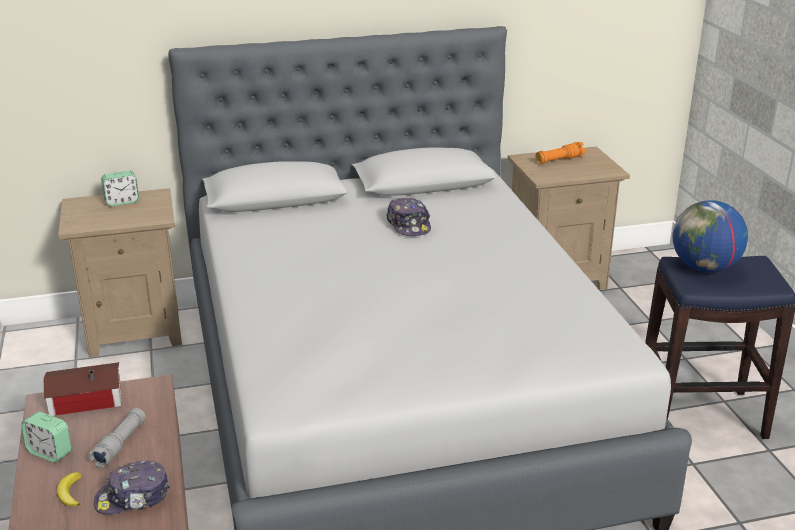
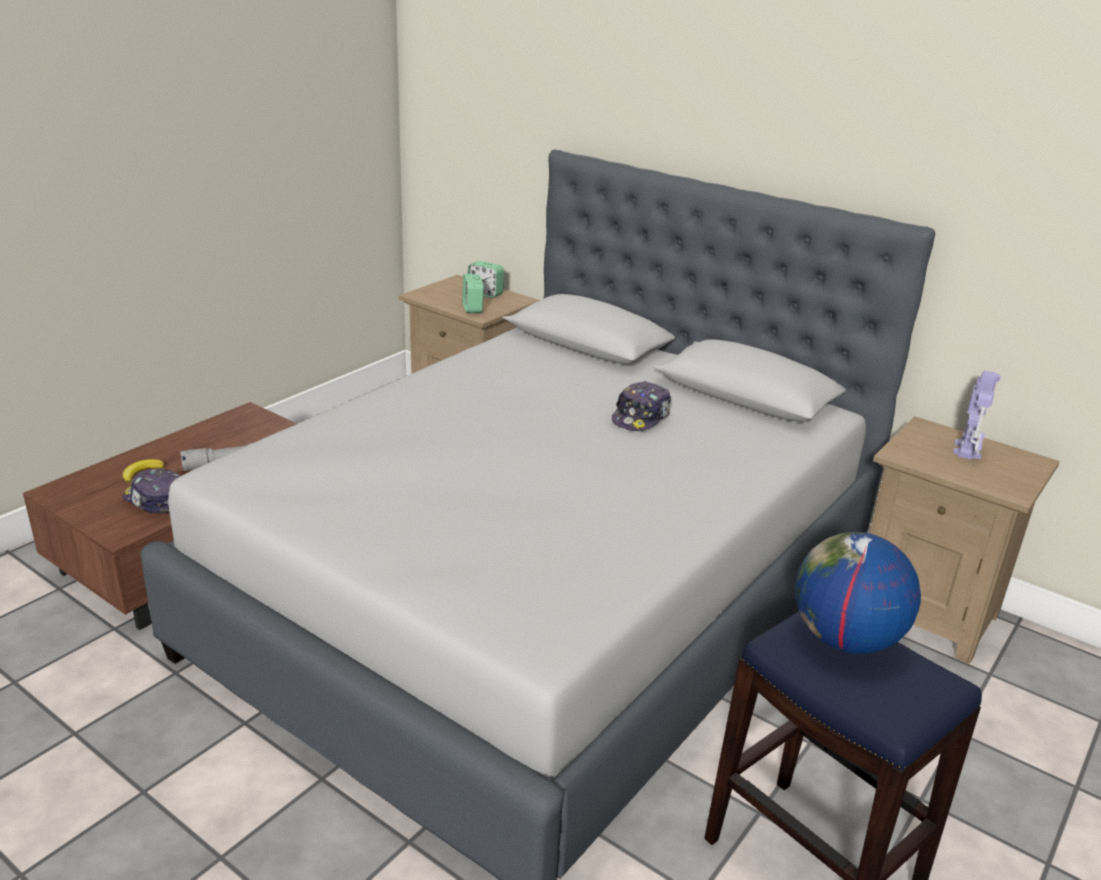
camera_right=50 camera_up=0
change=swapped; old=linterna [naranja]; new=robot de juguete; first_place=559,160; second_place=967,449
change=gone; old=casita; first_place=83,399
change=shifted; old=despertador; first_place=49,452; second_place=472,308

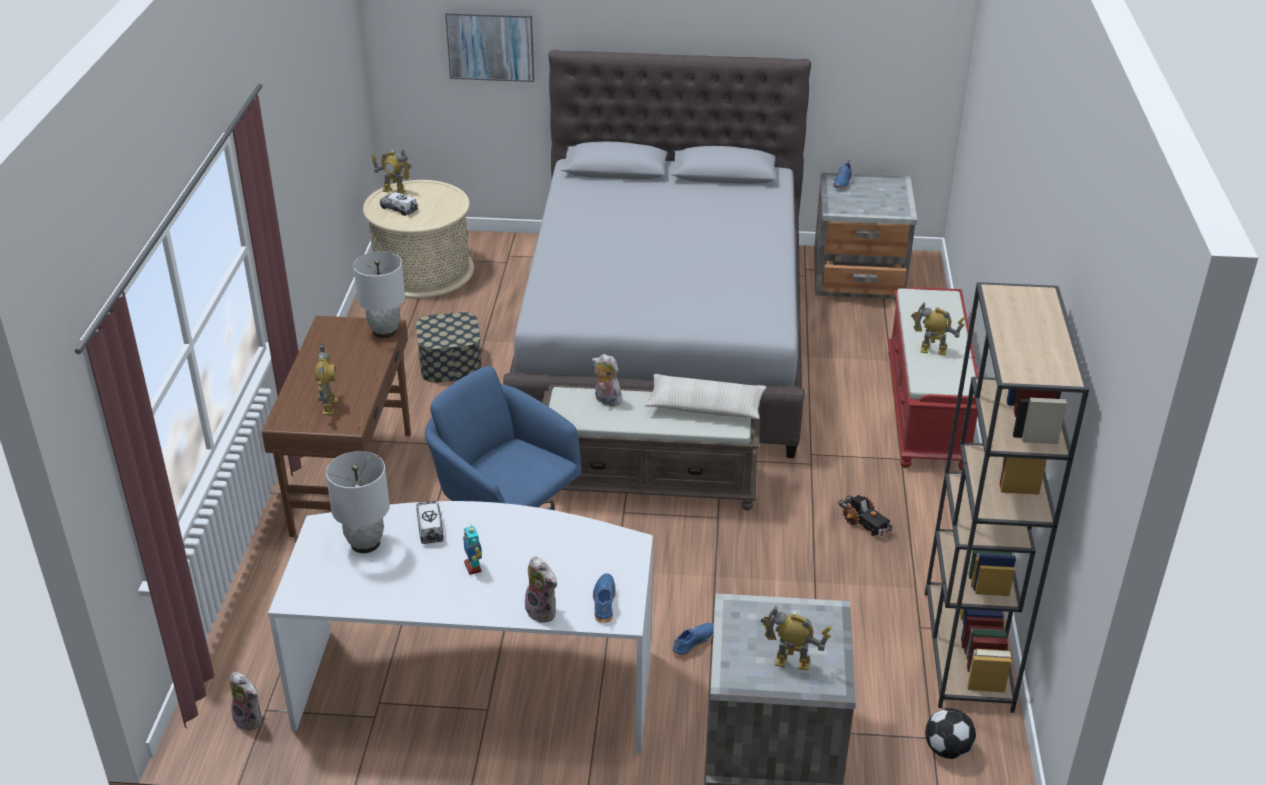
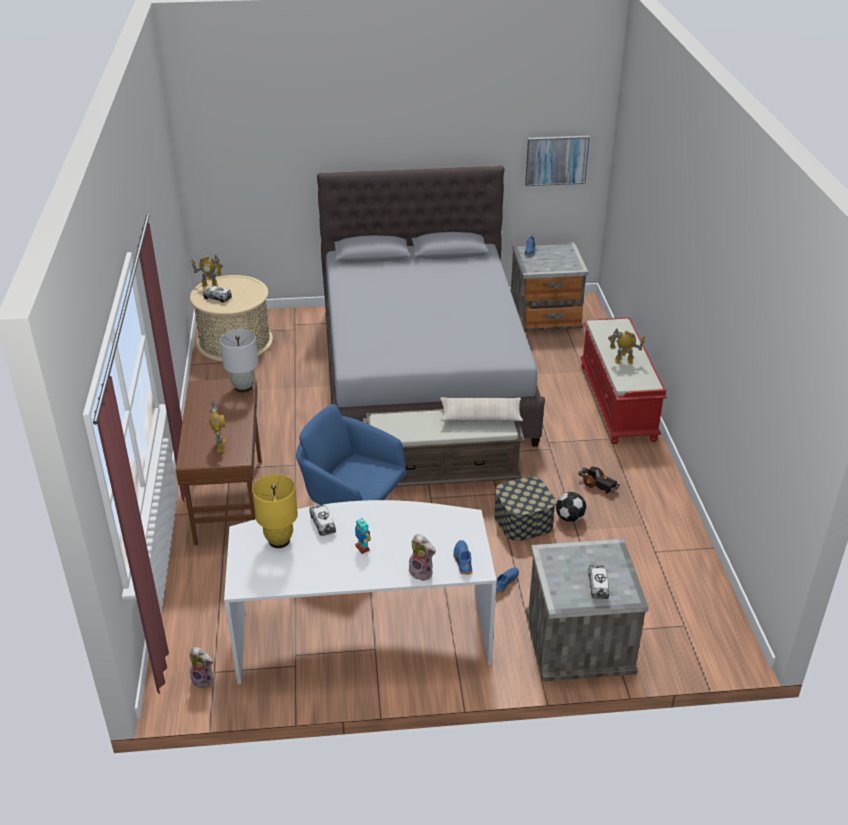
camera_right=-10 camera_up=0
change=shifted; old=cuadro; first_place=490,45; second_place=556,160
change=gone; old=estantería; first_place=968,651
change=shifted; old=caja de almacenaje; first_place=450,363; second_place=523,521
change=gone; old=peluche; first_place=606,400
change=repainted; old=lámpara de mesa [blanco]; new=lámpara de mesa [amarillo]; first_place=365,543; second_place=279,541
change=swapped; old=robot de juguete; new=camión de juguete; first_place=792,663; second_place=598,585
change=shifted; old=balón de fútbol; first_place=946,749; second_place=569,517

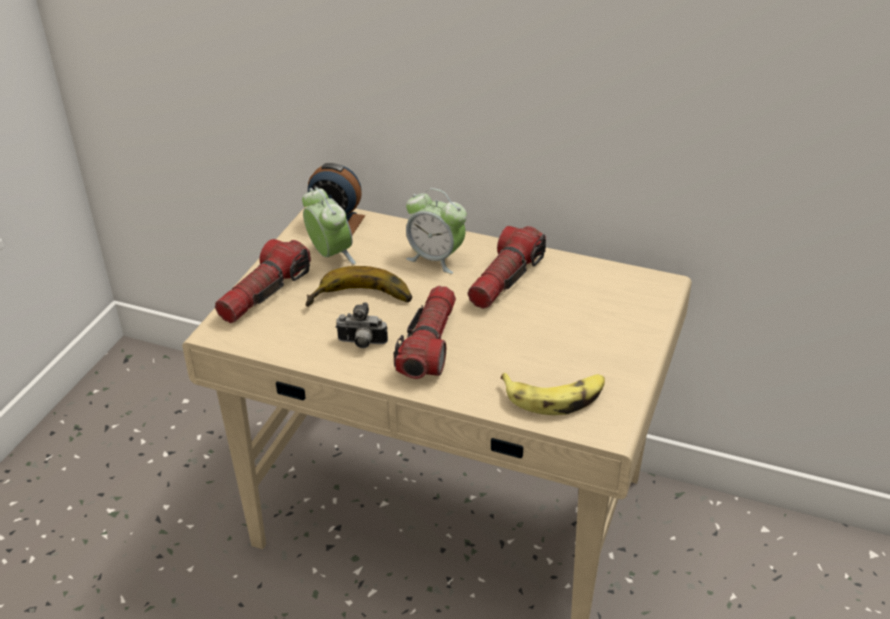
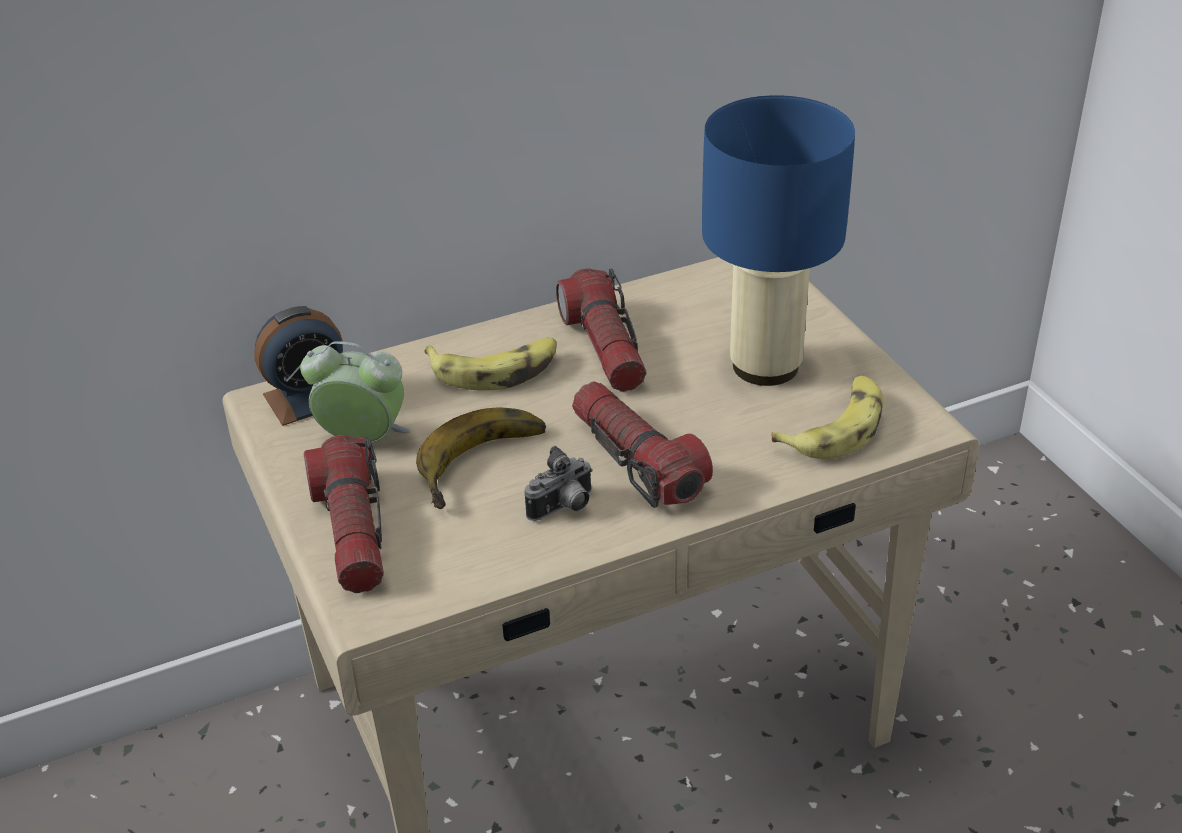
camera_right=-45 camera_up=0
change=swapped; old=despertador; new=plátano; first_place=436,258; second_place=495,370
change=new; new=lámpara de mesa [azul]; second_place=763,366

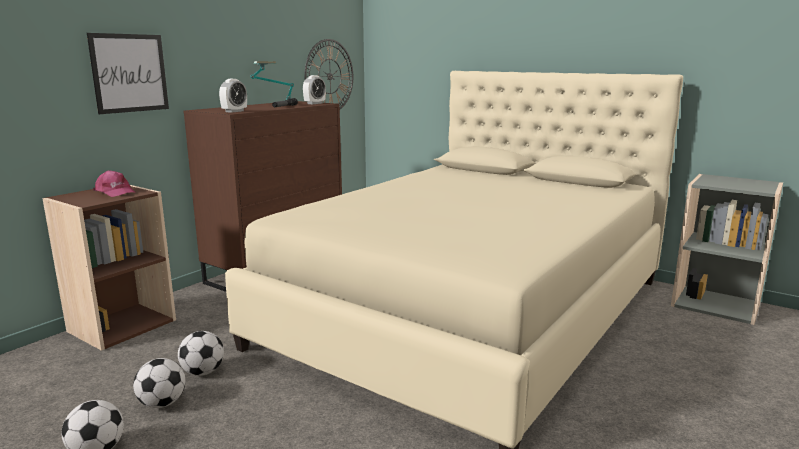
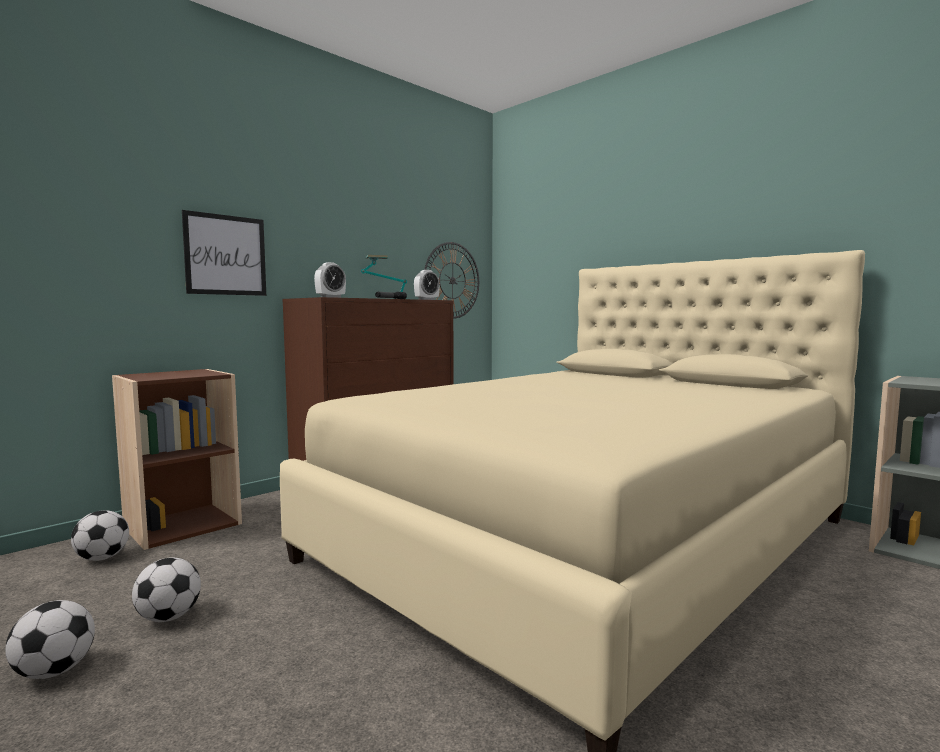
camera_right=10 camera_up=-10
change=gone; old=gorra [rosa]; first_place=115,192
change=shifted; old=balón de fútbol; first_place=203,372; second_place=102,558

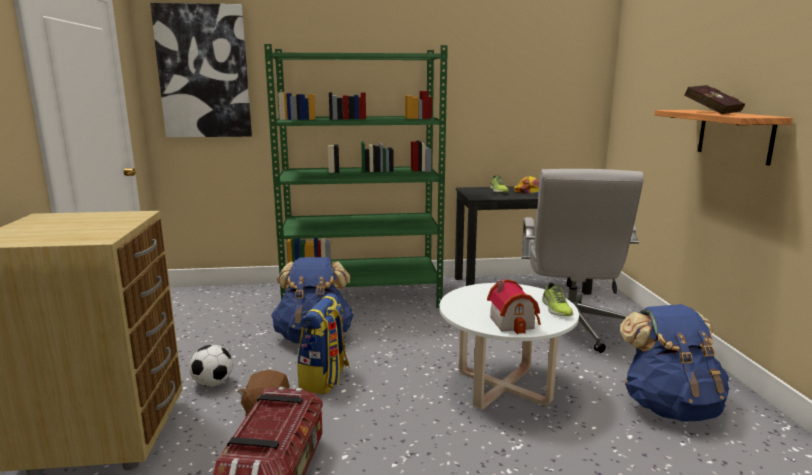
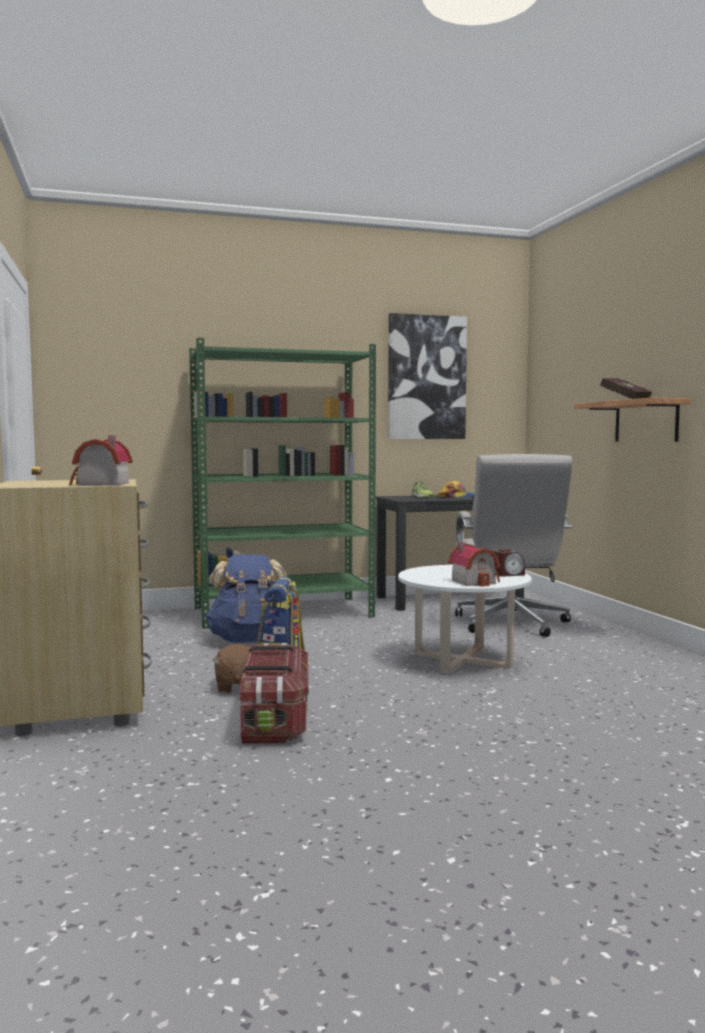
camera_right=-10 camera_up=-10
change=shifted; old=cuadro; first_place=204,72; second_place=426,377
change=swapped; old=zapato; new=despertador; first_place=555,308; second_place=508,574
change=gone; old=mochila [azul]; first_place=669,406
change=gone; old=balón de fútbol; first_place=213,383
change=new; new=casita; second_place=100,484

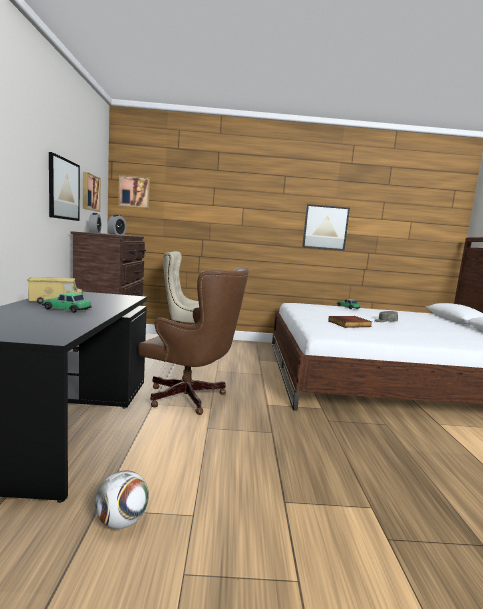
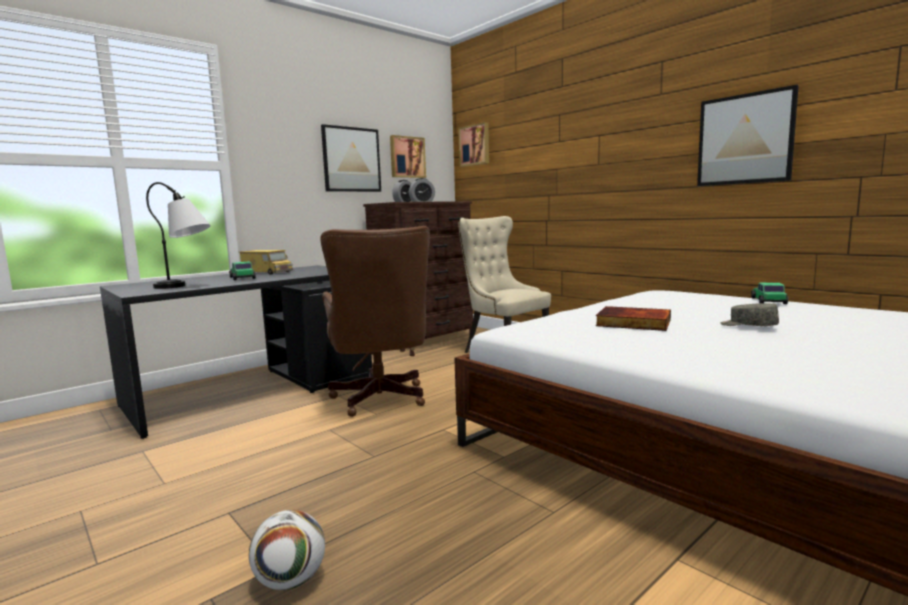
camera_right=50 camera_up=0
change=shifted; old=balón de fútbol; first_place=122,521; second_place=290,581
change=new; new=lámpara de mesa; second_place=185,287

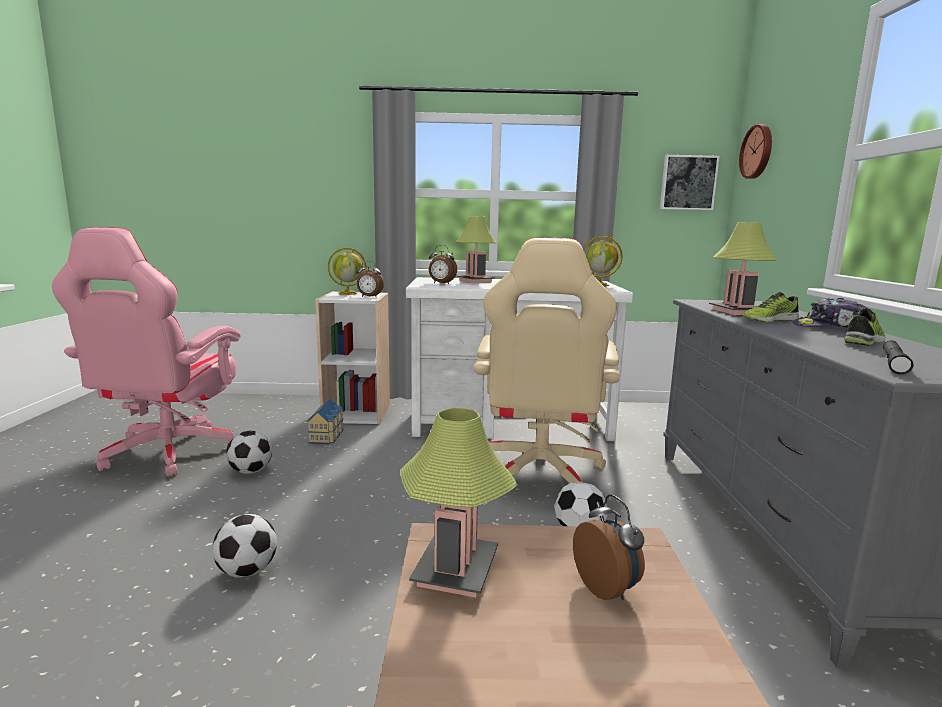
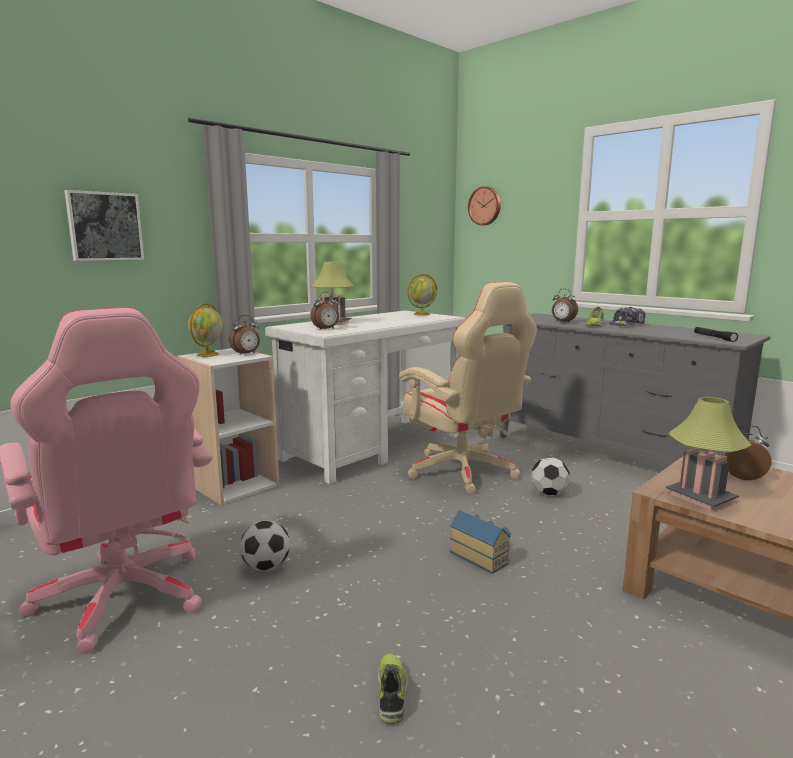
camera_right=-45 camera_up=0
change=shifted; old=cuadro; first_place=687,183; second_place=104,226
change=swapped; old=lámpara de mesa; new=despertador; first_place=737,312; second_place=562,322
change=shifted; old=zapato; first_place=864,341; second_place=392,693
change=shifted; old=casita; first_place=328,435; second_place=480,556
change=gone; old=balón de fútbol; first_place=247,571

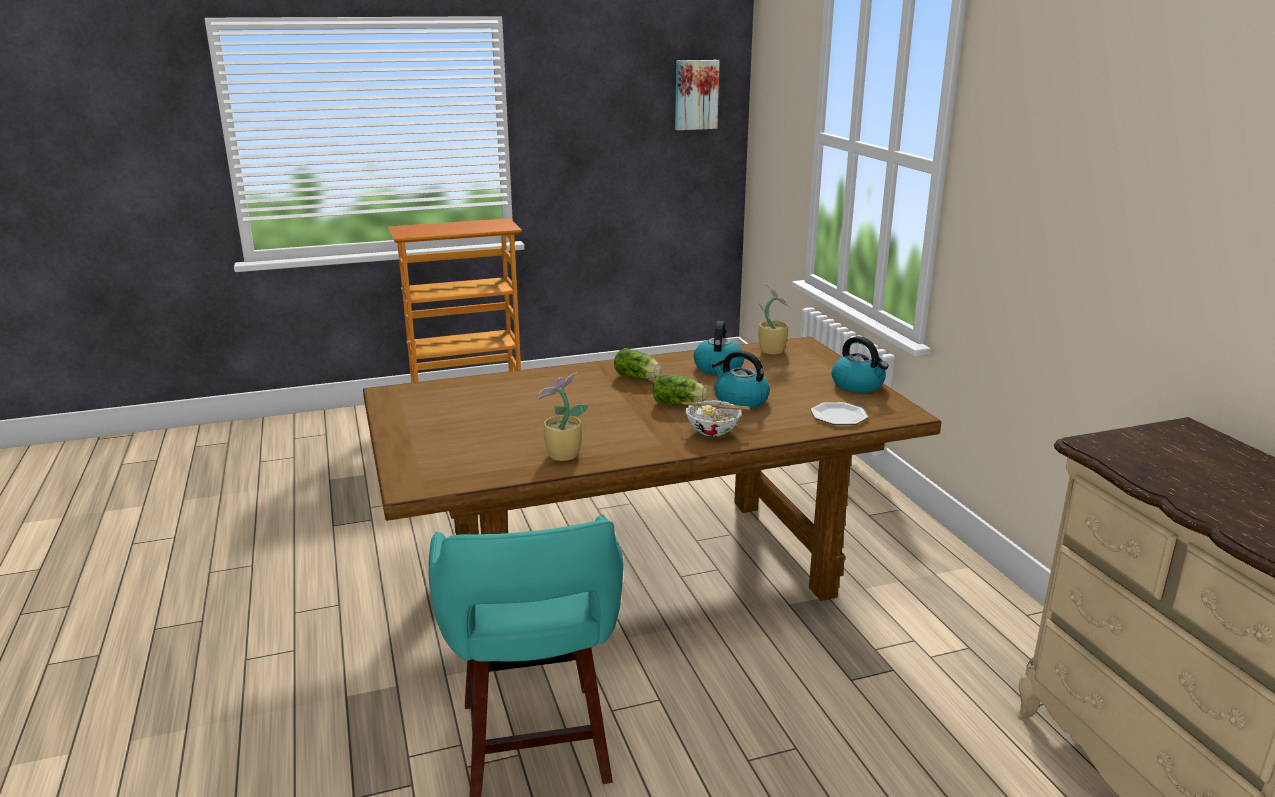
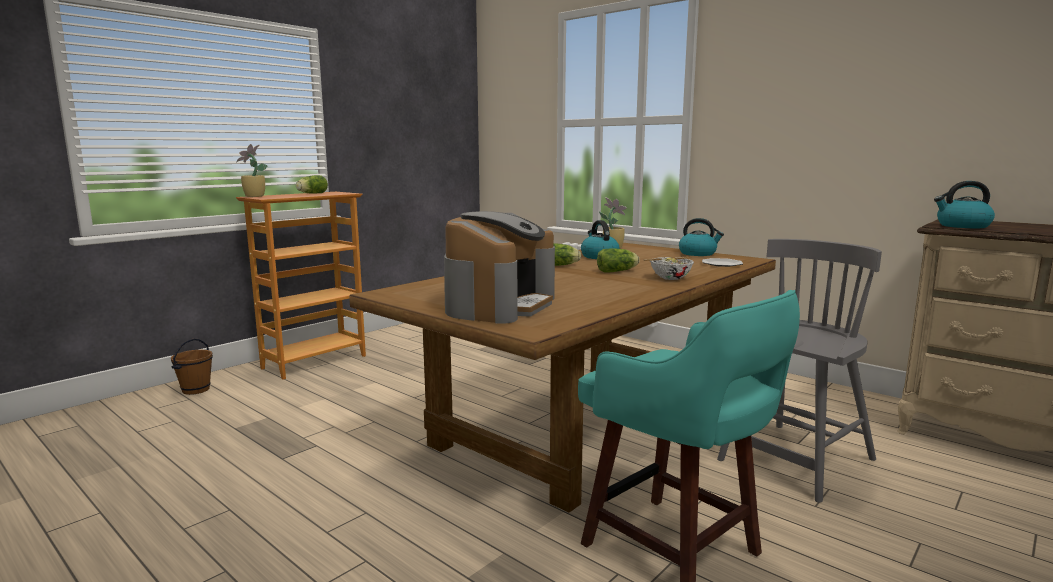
camera_right=-30 camera_up=-10
change=gone; old=cuadro; first_place=695,94
change=shifted; old=hervidor; first_place=740,400; second_place=962,226
change=shifted; old=planta en maceta; first_place=561,455; second_place=253,196
change=new; new=lechuga; second_place=311,193
change=new; new=cafetera; second_place=500,305
change=new; new=silla [gris]; second_place=794,460
change=new; new=cubo [marrón]; second_place=195,390

